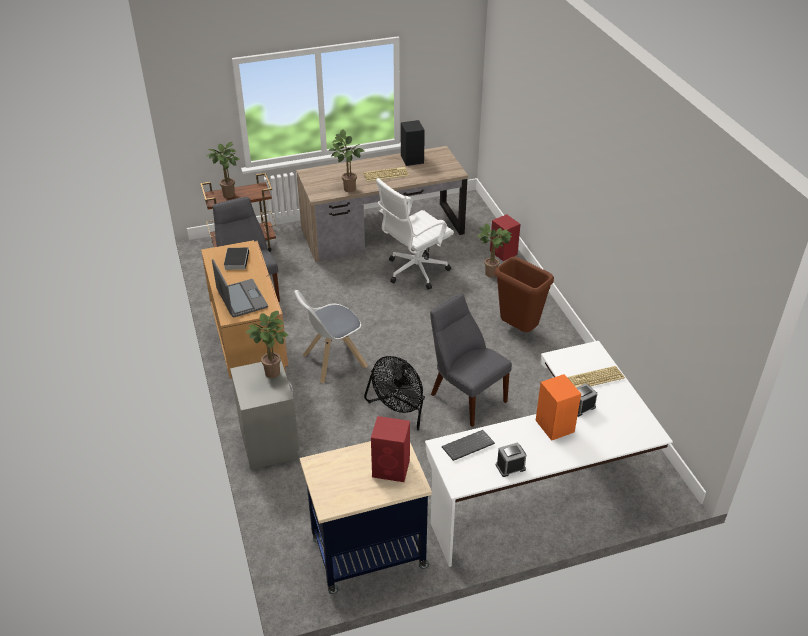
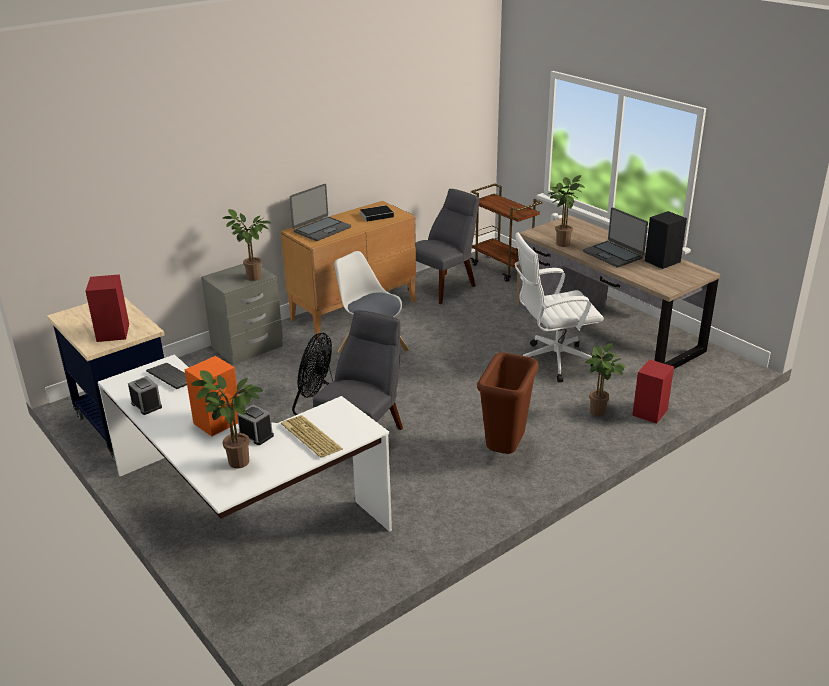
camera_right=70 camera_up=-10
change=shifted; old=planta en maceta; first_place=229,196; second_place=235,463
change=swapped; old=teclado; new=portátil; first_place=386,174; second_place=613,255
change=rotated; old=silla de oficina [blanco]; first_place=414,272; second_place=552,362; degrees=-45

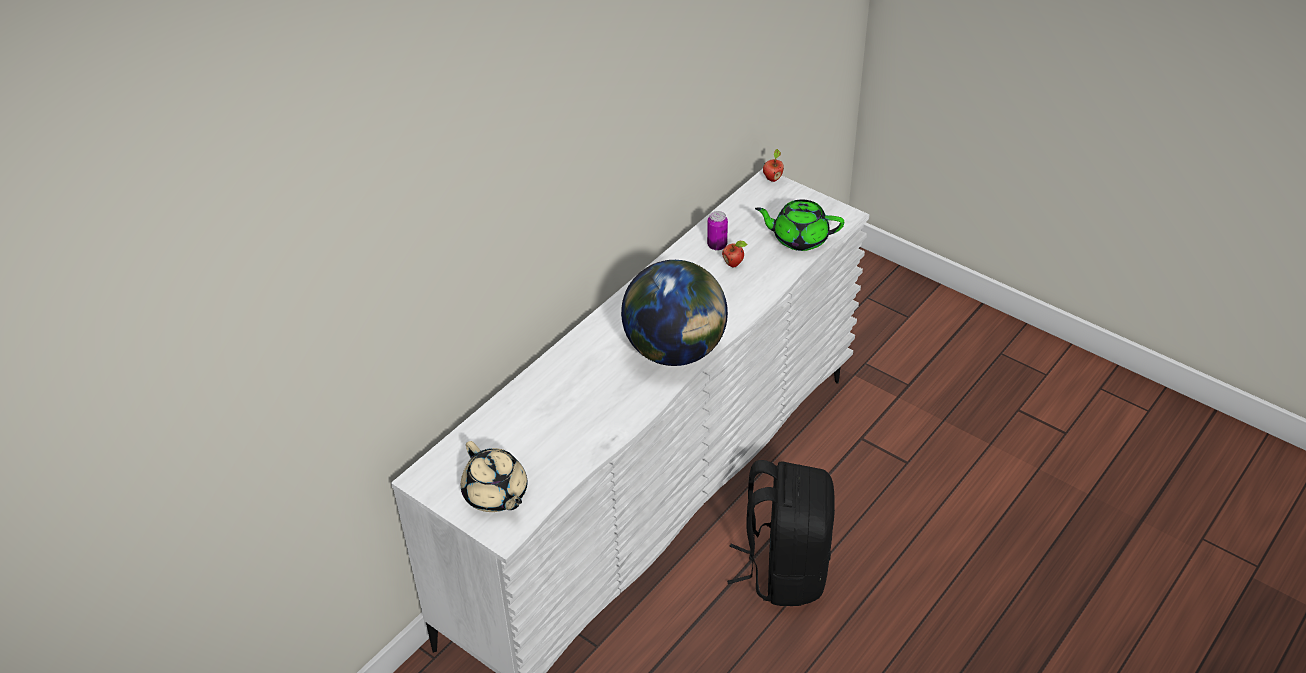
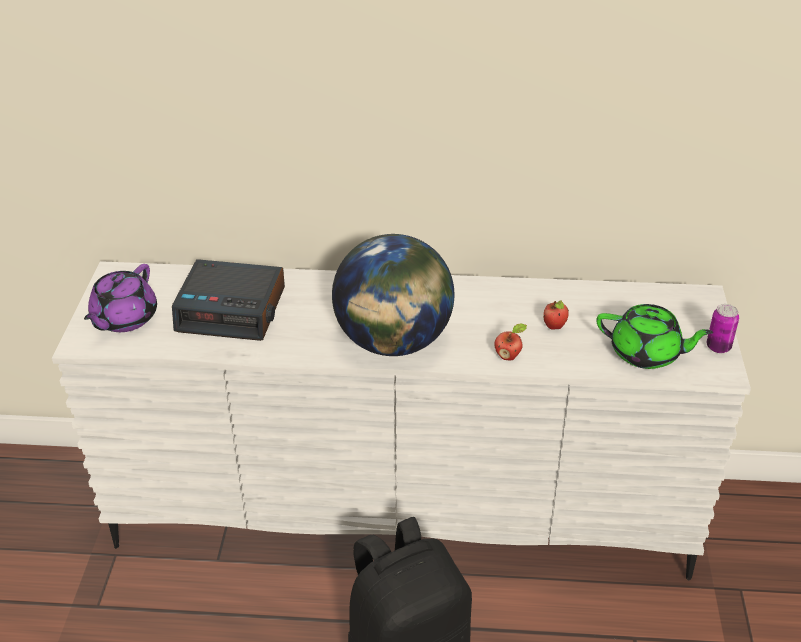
camera_right=55 camera_up=-5
change=shifted; old=manzana; first_place=772,178; second_place=508,356
change=rotated; old=tetera [verde]; first_place=799,238; second_place=646,353; degrees=135
change=shifted; old=lata; first_place=717,245; second_place=718,347
change=repainted; old=tetera [beis]; new=tetera [morado]; first_place=496,494; second_place=124,319
change=new; new=despertador; second_place=232,309

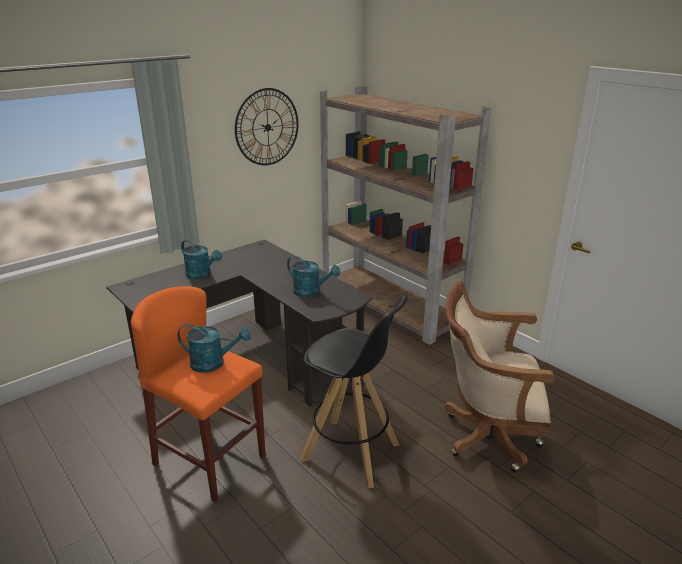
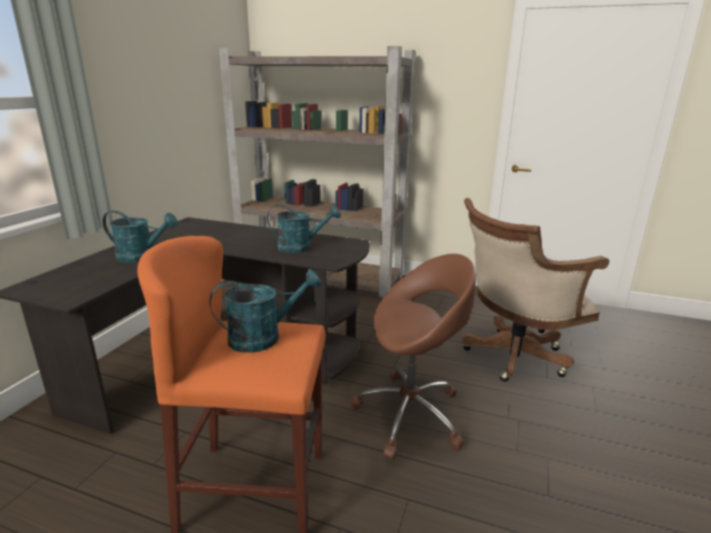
camera_right=-30 camera_up=-5
change=gone; old=reloj de pared; first_place=267,127
change=swapped; old=taburete [negro]; new=silla de oficina [marrón]; first_place=351,452; second_place=412,414

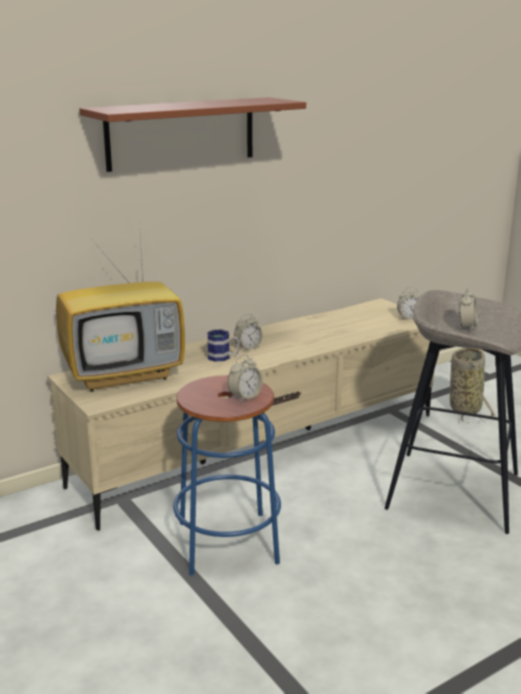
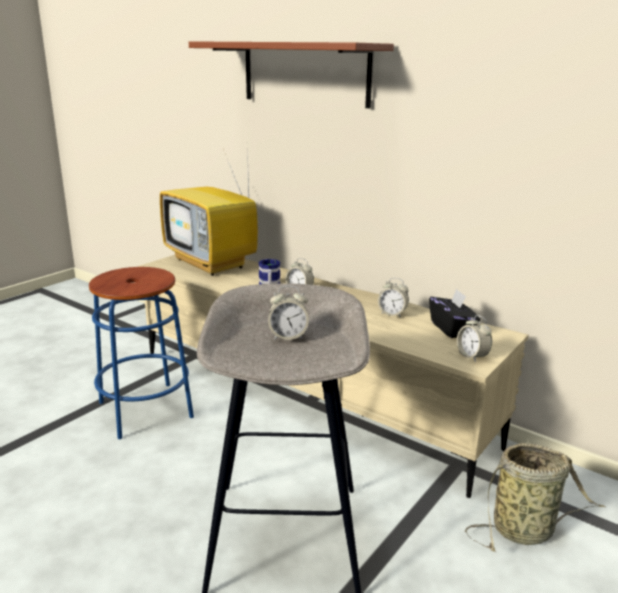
camera_right=70 camera_up=0
change=shifted; old=despertador; first_place=245,397; second_place=392,314
change=new; new=caja de pañuelos [negro]; second_place=452,329

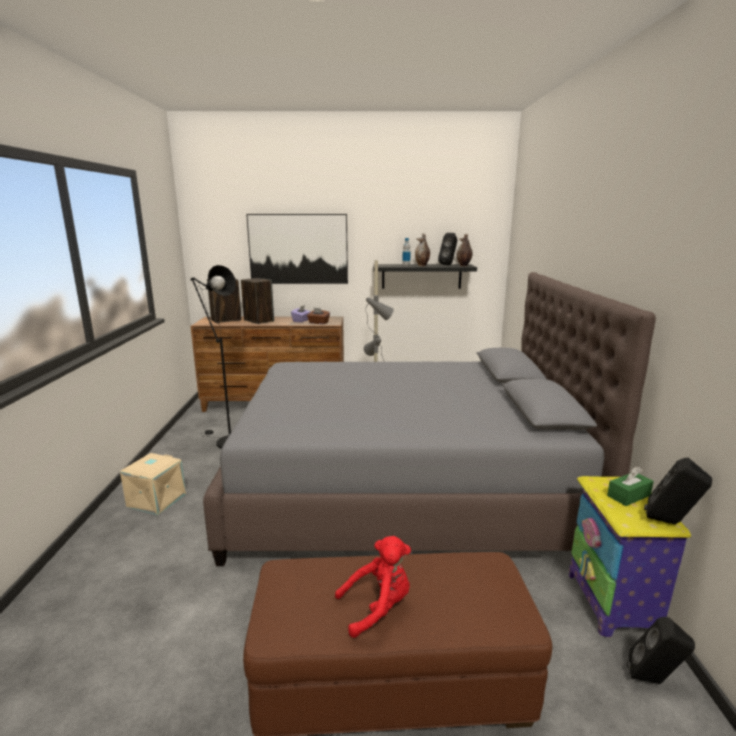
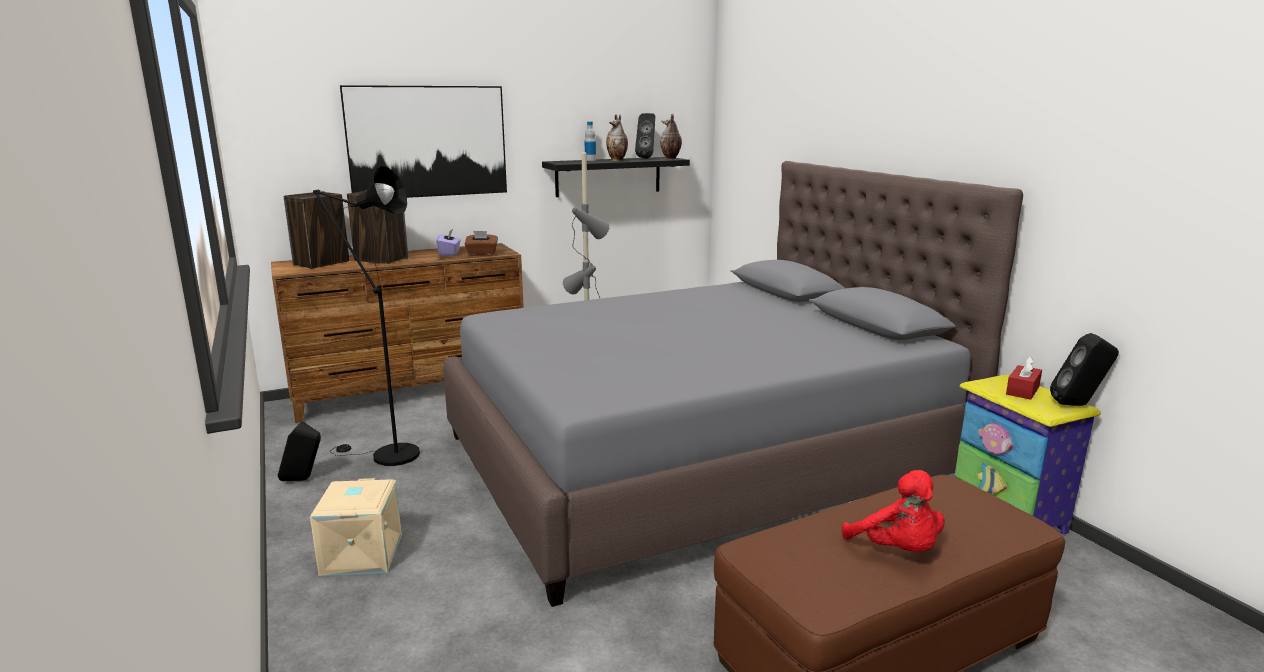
camera_right=-25 camera_up=0
change=repainted; old=caja de pañuelos [verde]; new=caja de pañuelos [rojo]; first_place=628,495; second_place=1022,390
change=rotated; old=peluche [rojo]; first_place=378,607; second_place=897,550; degrees=105
change=shifted; old=altavoz [negro]; first_place=653,680; second_place=304,480

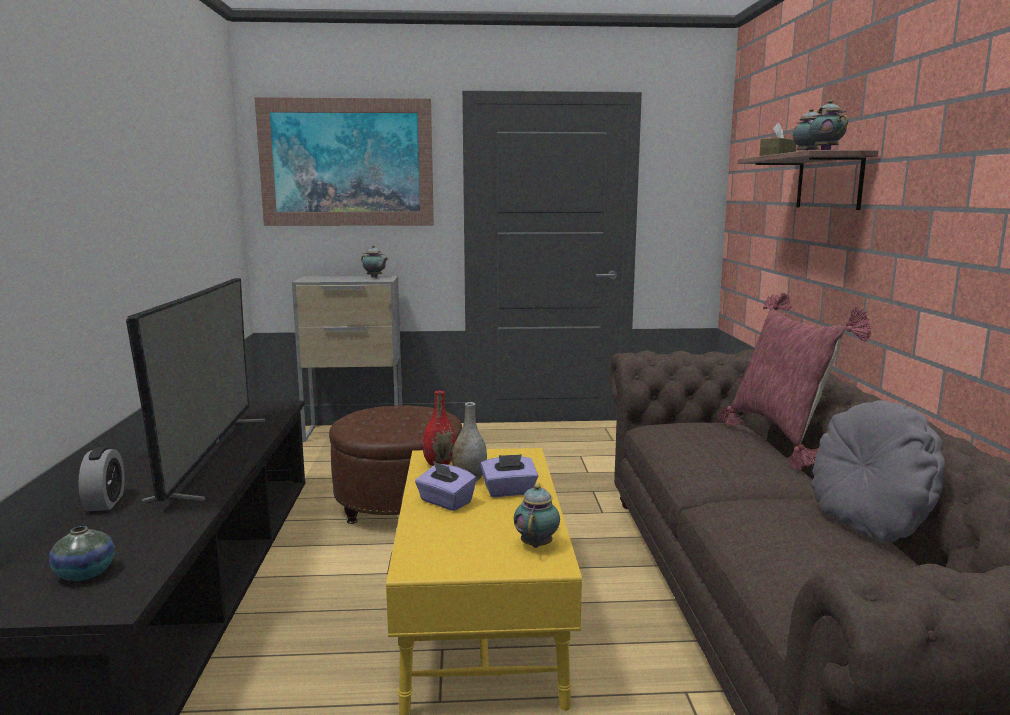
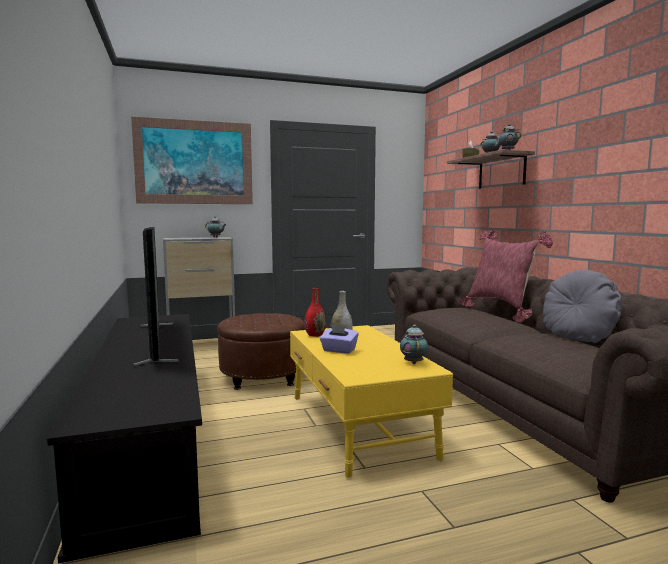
camera_right=-15 camera_up=-5
change=gone; old=despertador; first_place=105,502
change=gone; old=caja de pañuelos [morado]; first_place=509,491
change=gone; old=florero; first_place=85,574

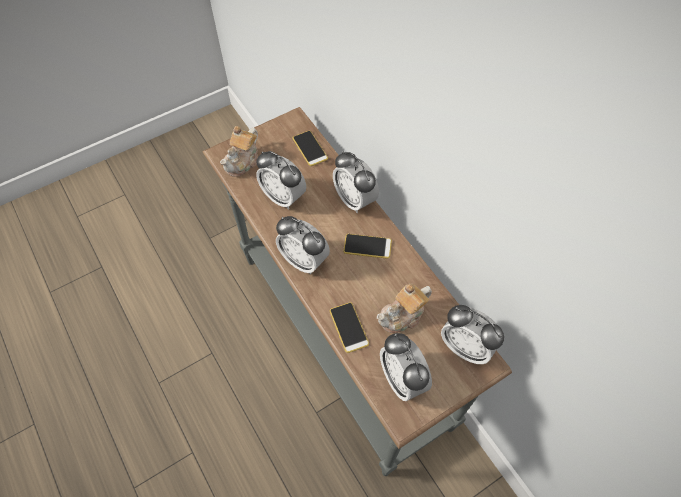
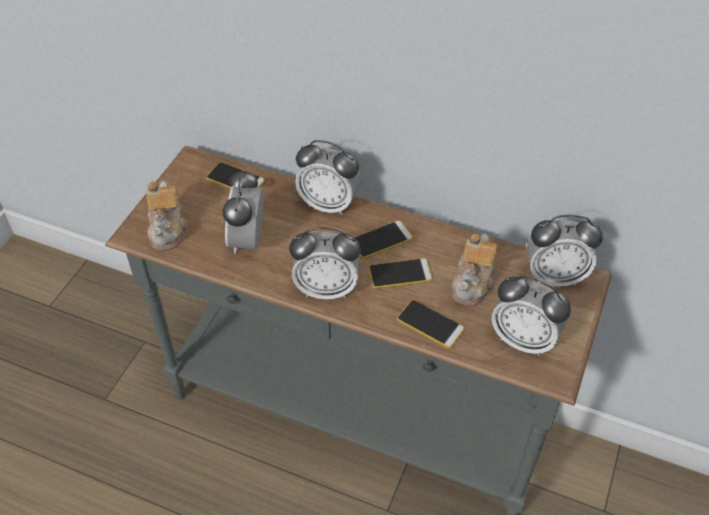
camera_right=-35 camera_up=-10
change=rotated; old=despertador; first_place=283,197; second_place=248,240; degrees=90
change=new; new=móvil; second_place=400,274

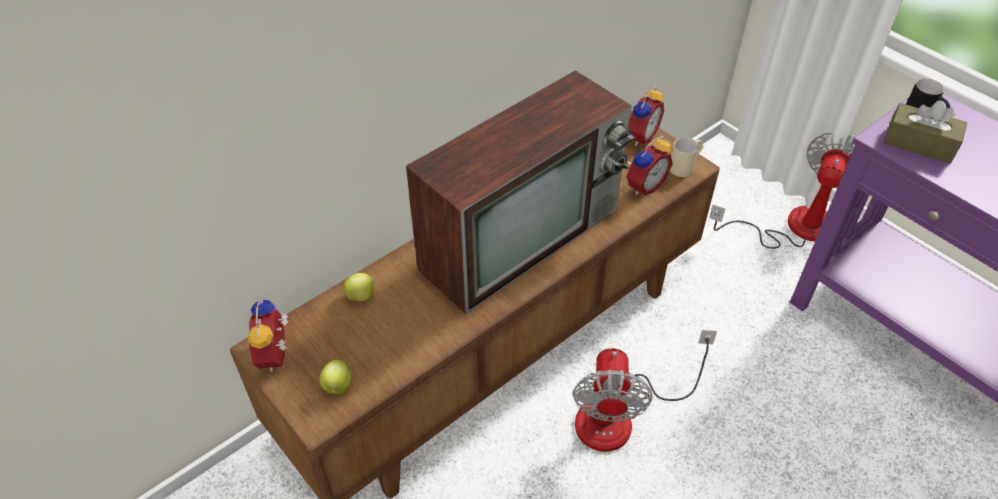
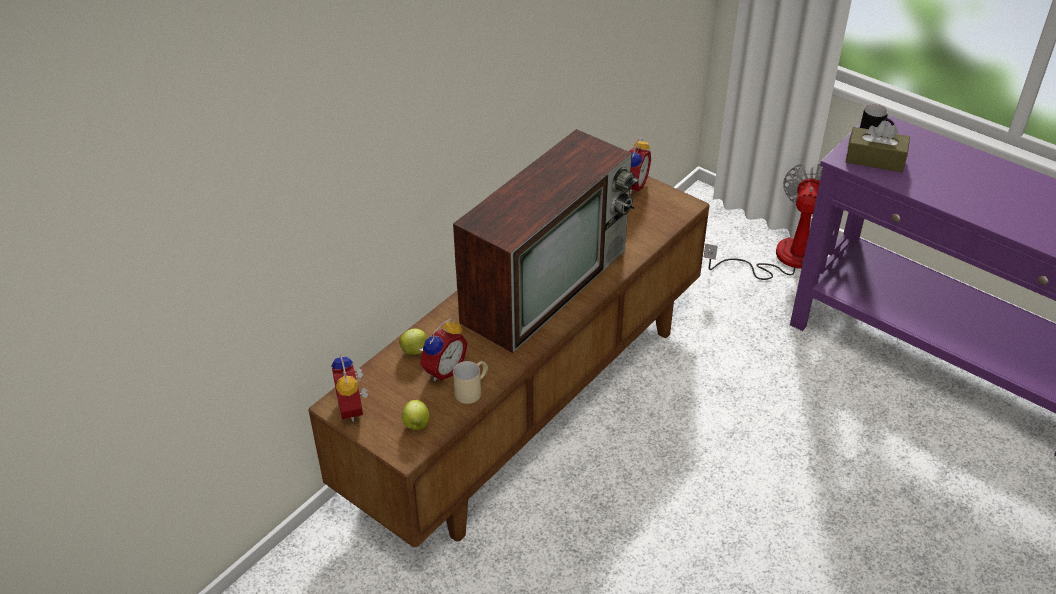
camera_right=-10 camera_up=-5
change=shifted; old=despertador; first_place=643,185; second_place=442,369
change=shifted; old=taza grande [beis]; first_place=685,166; second_place=472,390
change=gone; old=ventilador; first_place=621,415

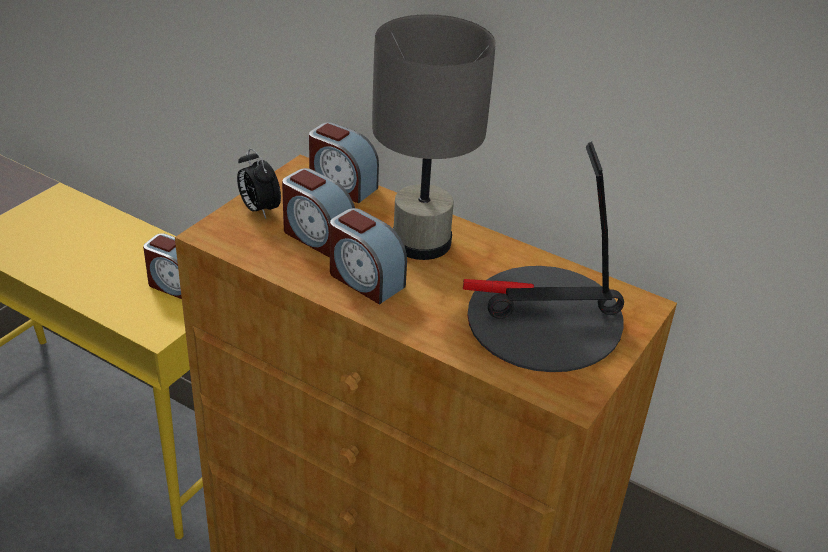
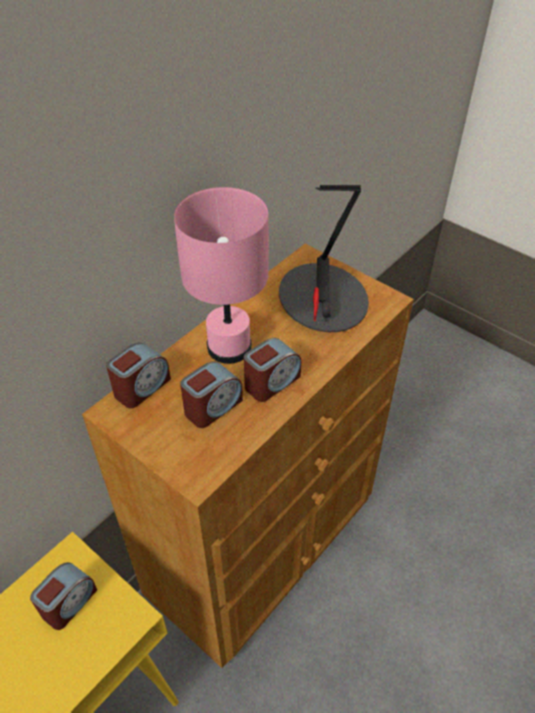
camera_right=-80 camera_up=10
change=repainted; old=lámpara de mesa [gris]; new=lámpara de mesa [rosa]; first_place=421,243; second_place=230,347
change=gone; old=despertador; first_place=259,209

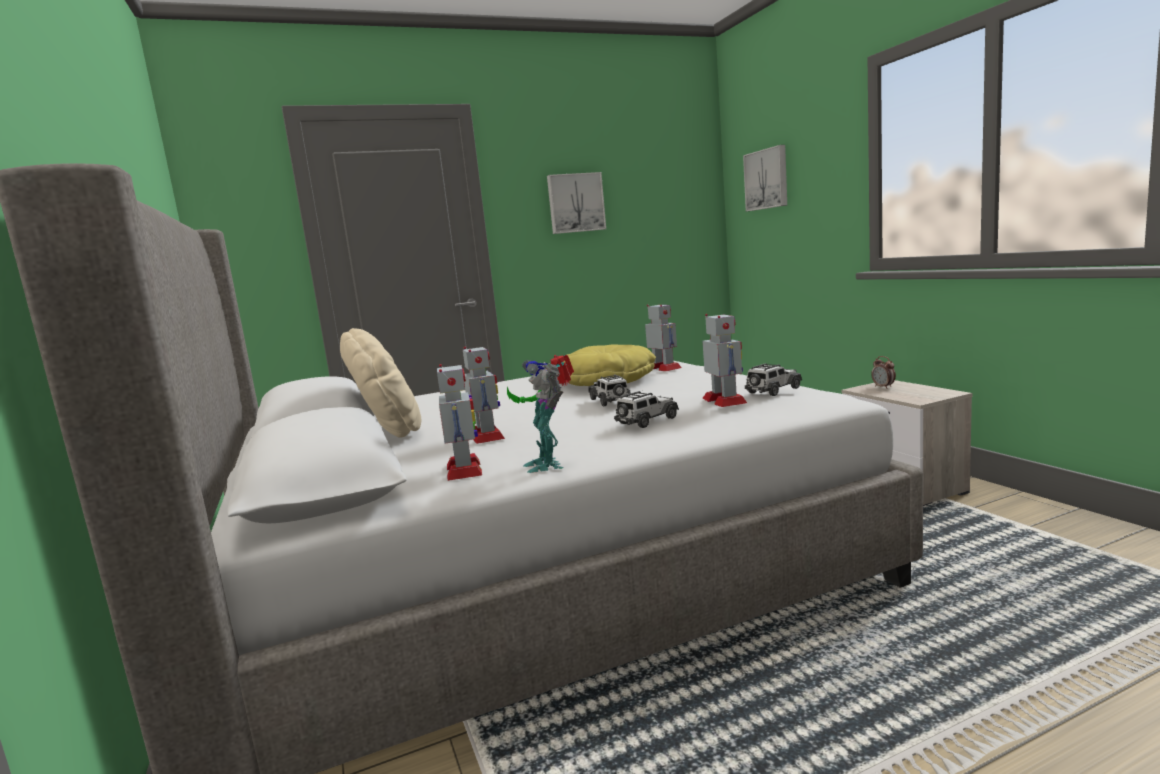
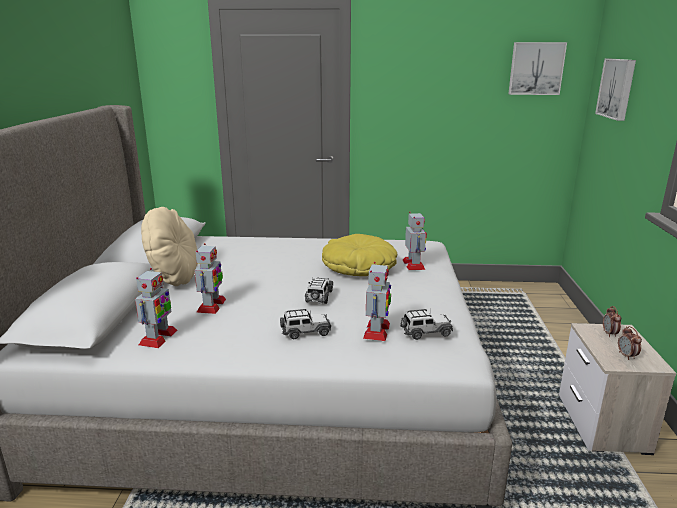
camera_right=25 camera_up=10
change=shifted; old=cuadro; first_place=575,203; second_place=536,68
change=gone; old=robot de juguete; first_place=548,464
change=new; new=despertador; second_place=626,356

